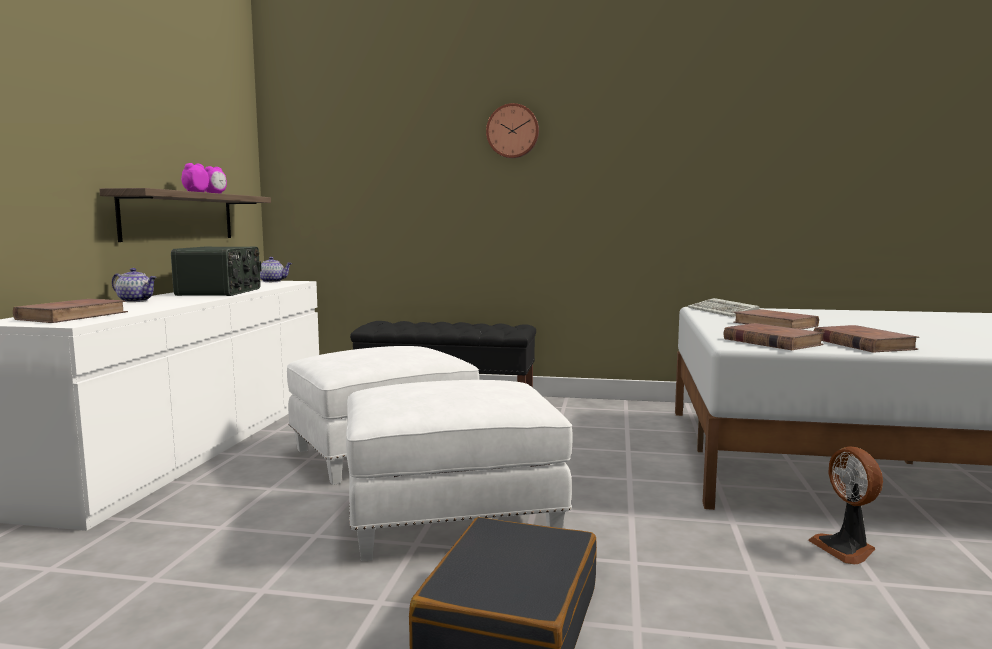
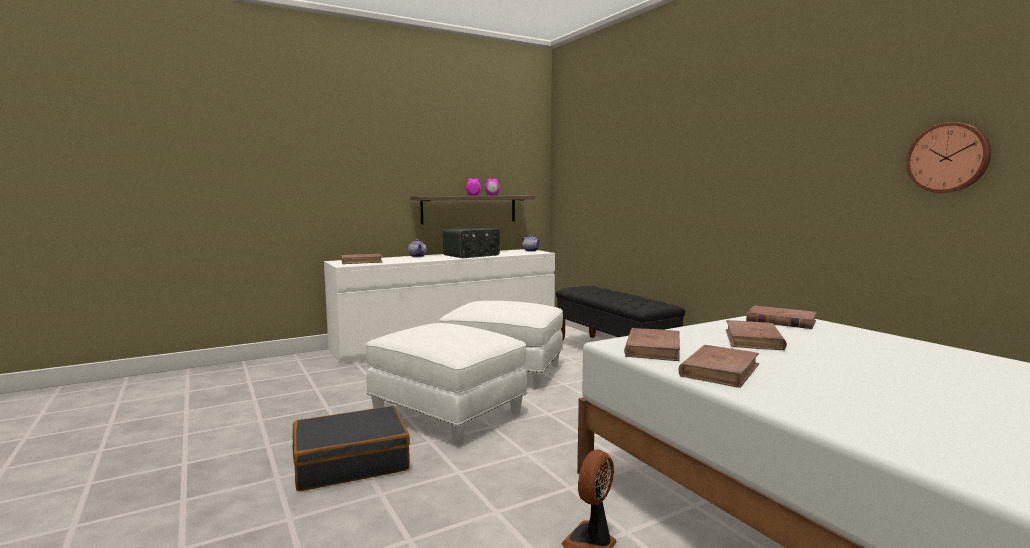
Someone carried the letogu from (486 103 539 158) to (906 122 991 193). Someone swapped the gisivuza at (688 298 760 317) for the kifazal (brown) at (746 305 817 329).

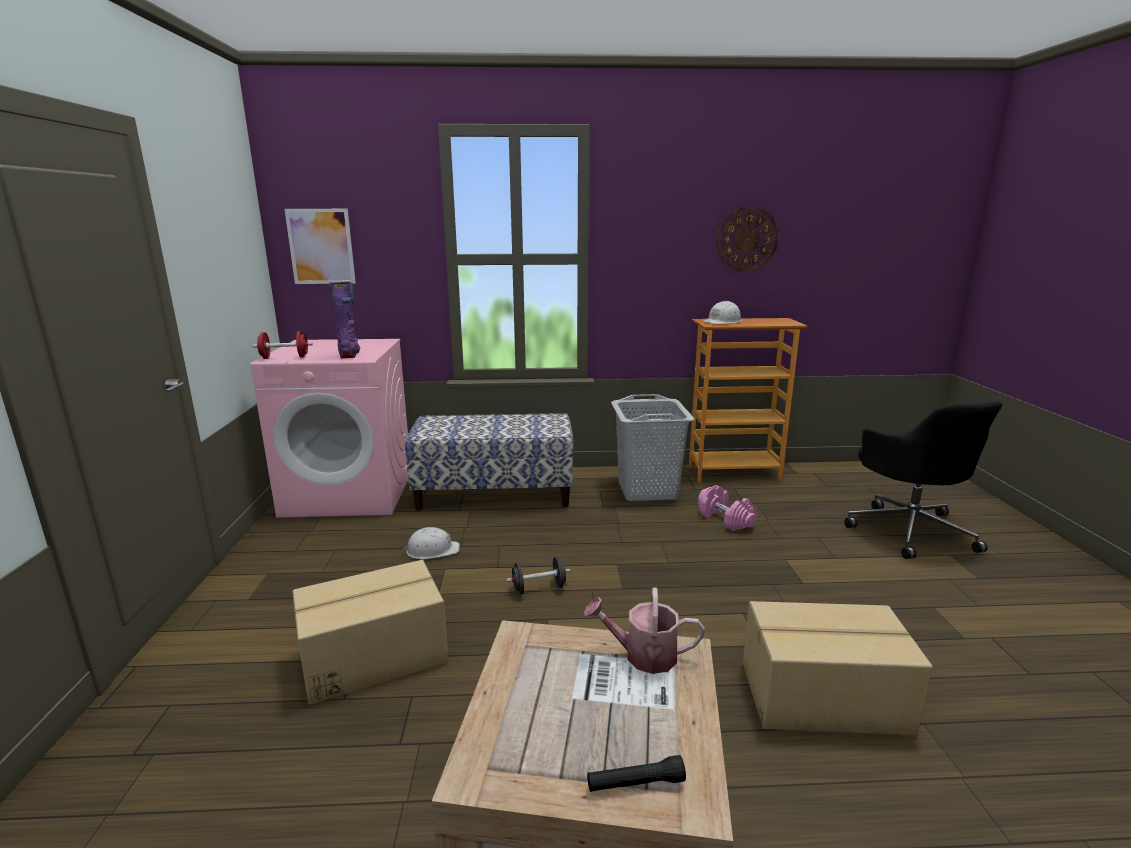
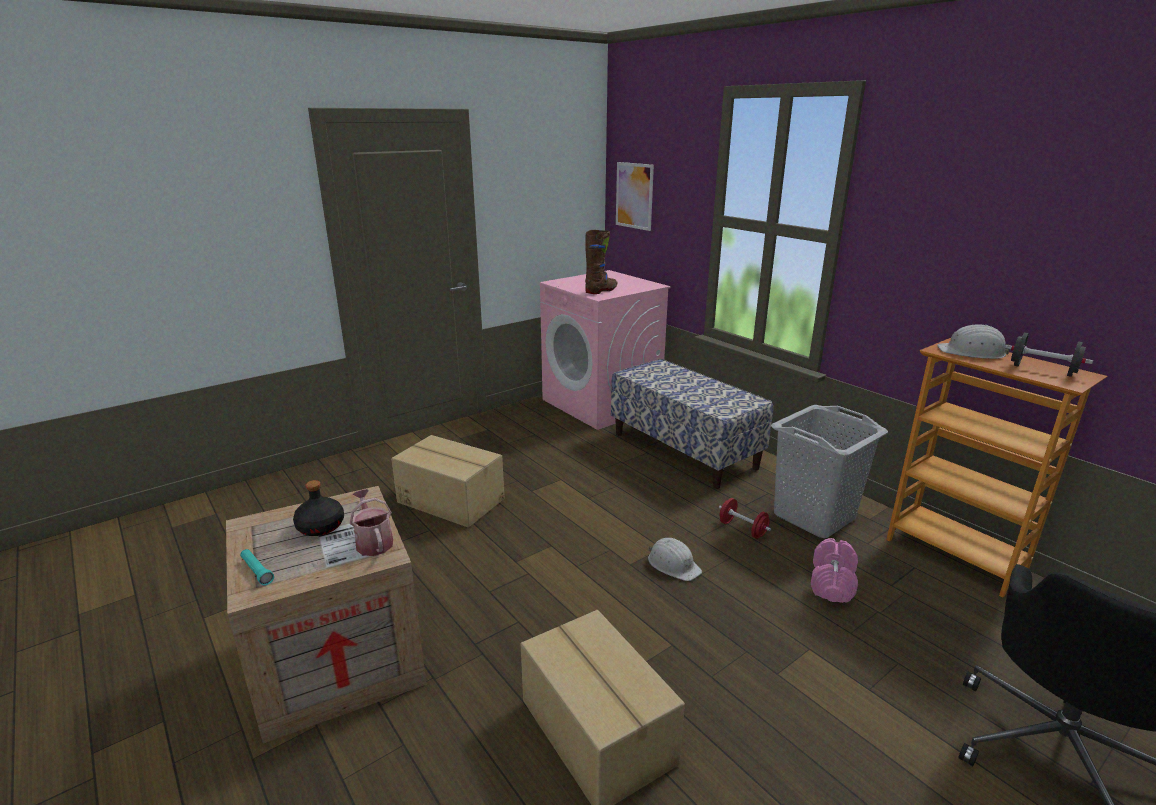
Someone carried the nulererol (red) from (253 331 313 359) to (719 498 771 539). Someone repainted the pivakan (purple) at (328 282 360 358), which became the pivakan (brown) at (585 230 617 294). Someone carried the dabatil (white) from (402 527 460 559) to (648 538 702 581). Someone carried the nulererol (black) from (506 557 571 595) to (1005 333 1093 377). Someone repainted the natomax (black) at (587 755 686 792), which became the natomax (turquoise) at (240 549 274 585). Someone took away the letogu at (717 207 779 271). Someone put down the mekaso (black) at (293 480 344 536).

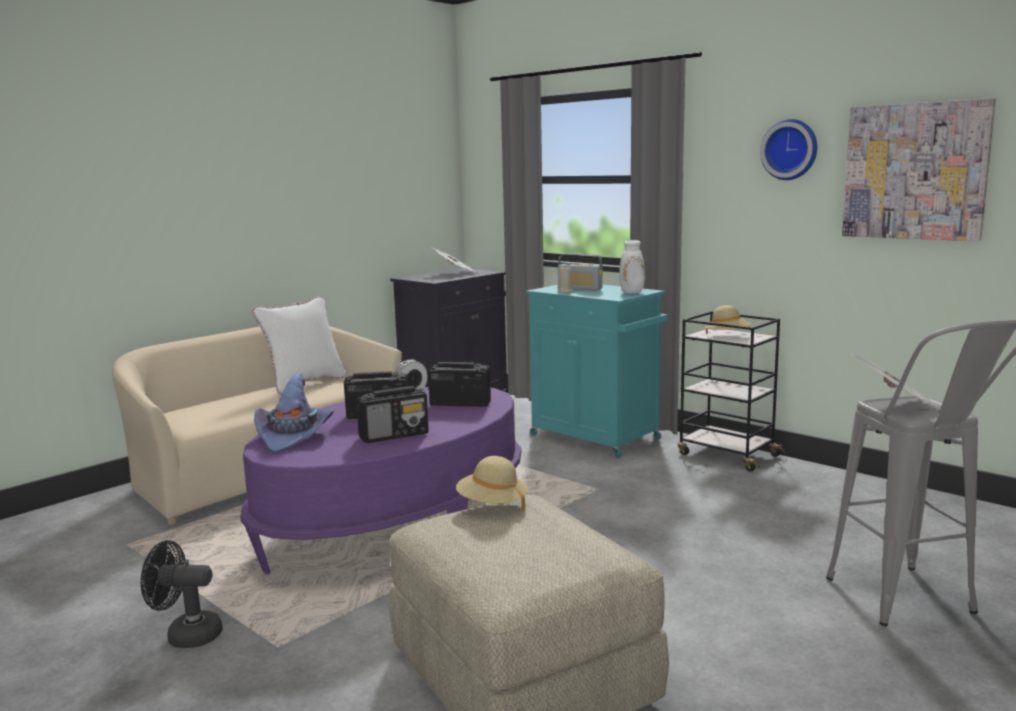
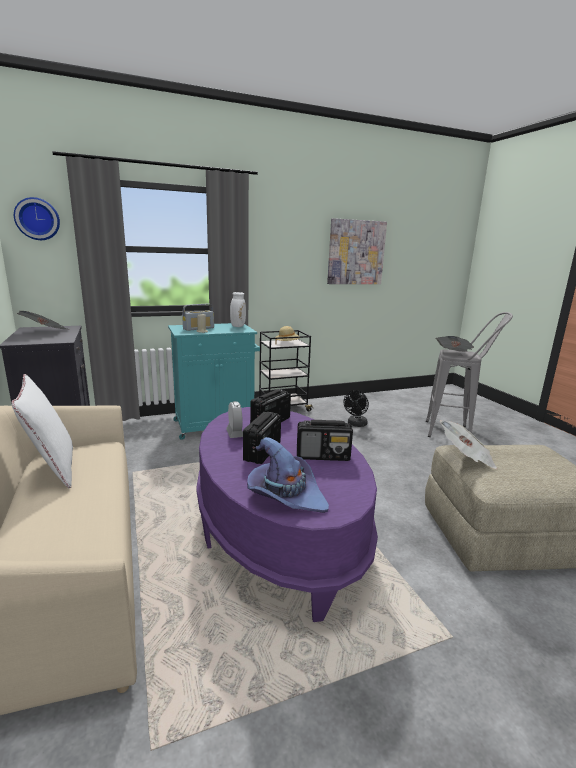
Someone carried the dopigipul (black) from (141 540 222 648) to (344 390 369 427). Someone rotated the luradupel at (356 386 429 443) by 90 degrees clockwise. Someone swapped the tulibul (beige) at (456 456 528 511) for the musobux at (440 420 497 469). Someone carried the letogu from (760 119 817 180) to (14 197 60 240).

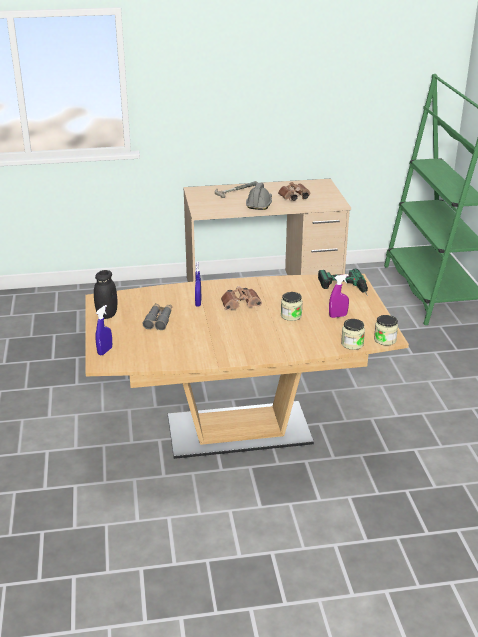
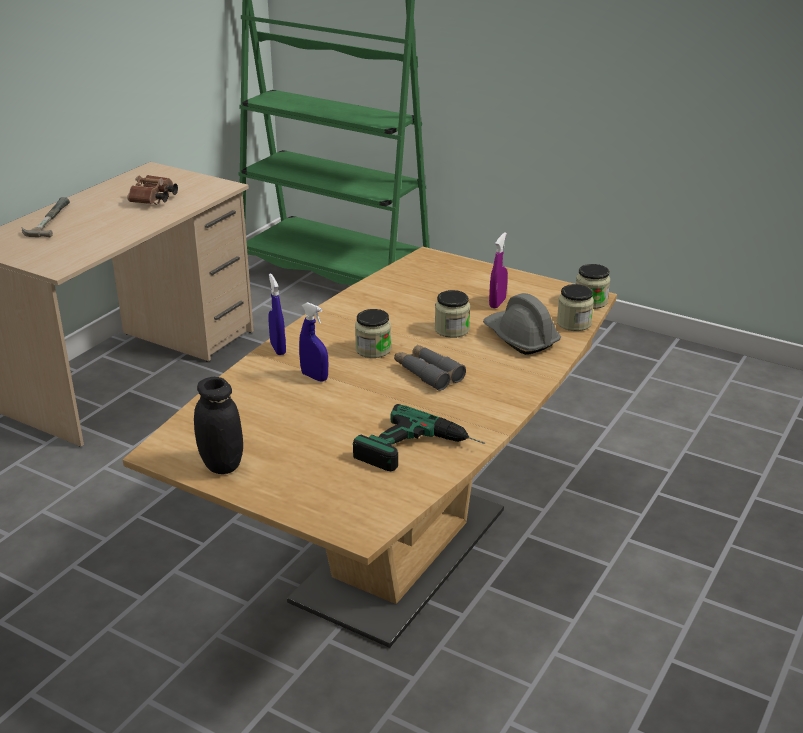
Someone carried the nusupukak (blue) from (96 305 112 355) to (268 273 286 355). Someone carried the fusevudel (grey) from (142 303 172 330) to (394 344 466 391). Someone swapped the fusevudel (brown) at (221 286 262 310) for the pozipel at (355 309 391 358). Someone carried the dabatil (grey) from (246 183 272 210) to (483 293 561 355). Someone carried the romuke from (318 269 368 296) to (353 404 485 471).

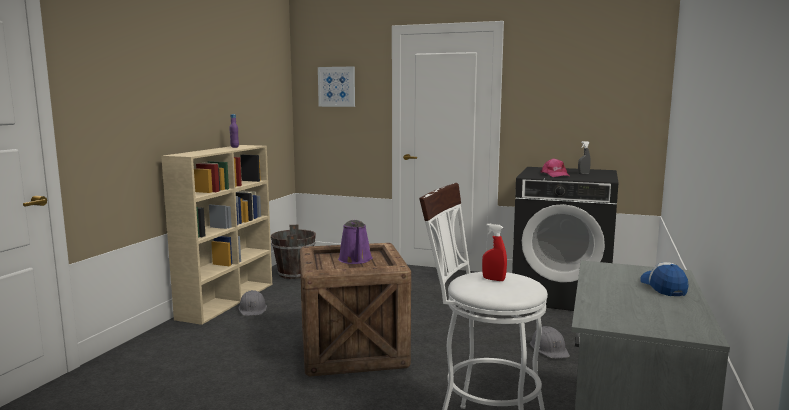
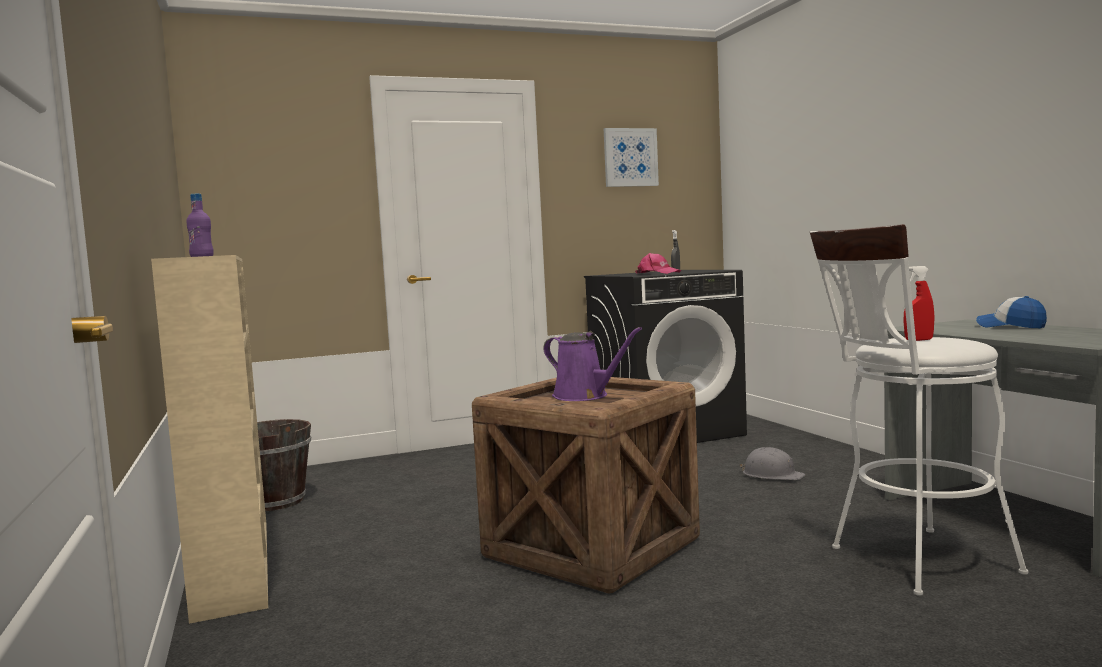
Someone took away the dabatil (grey) at (238 290 267 316). Someone carried the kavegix from (318 67 355 107) to (604 128 659 187).

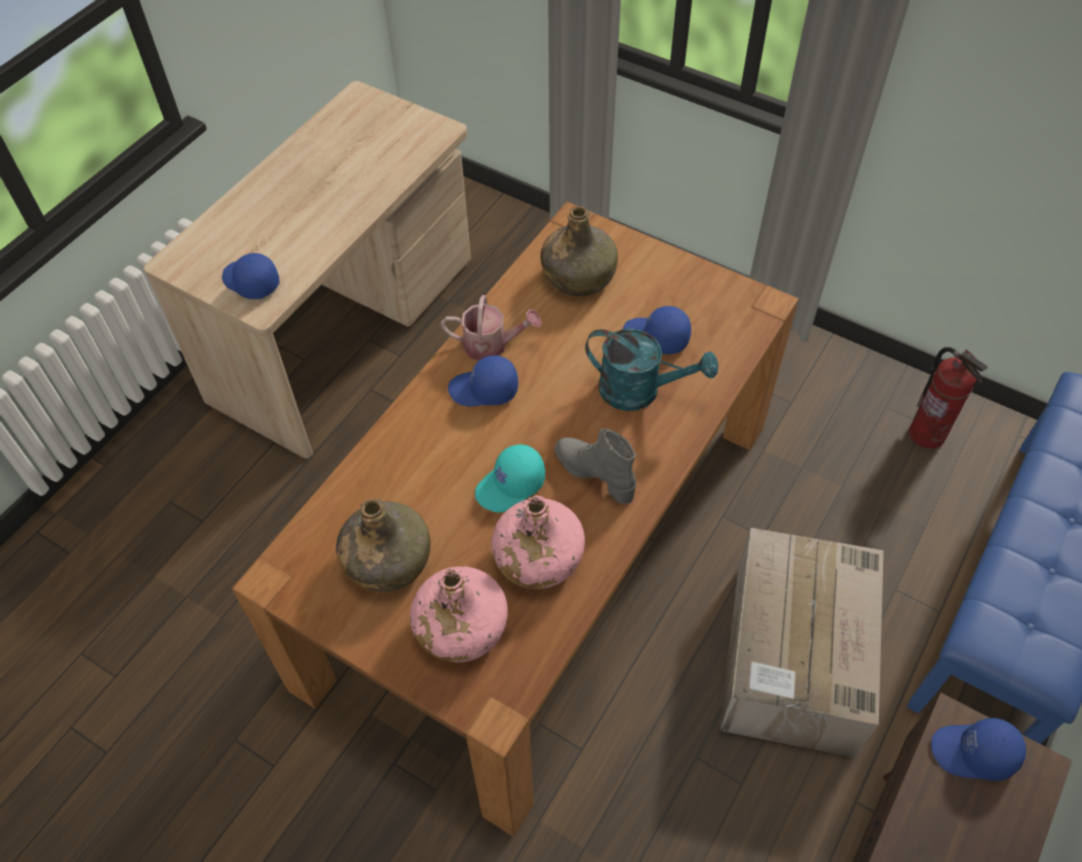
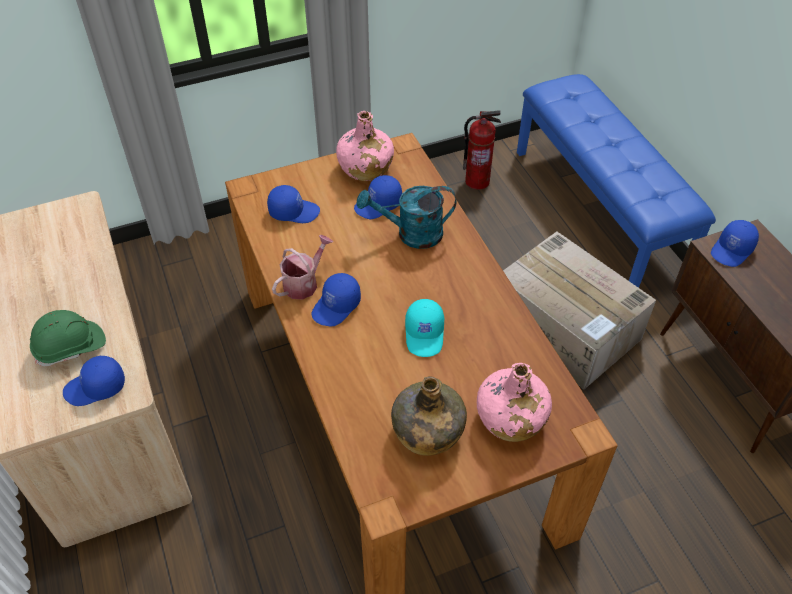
Someone carried the mekaso (pink) from (491 495 585 589) to (336 111 394 181). Someone swapped the mekaso (green) at (541 206 618 296) for the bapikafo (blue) at (267 185 320 223). Someone took away the pivakan (grey) at (555 428 636 505). Someone rotated the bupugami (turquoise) at (585 329 718 411) by 150 degrees counterclockwise. Someone put down the dabatil (green) at (30 310 106 366).

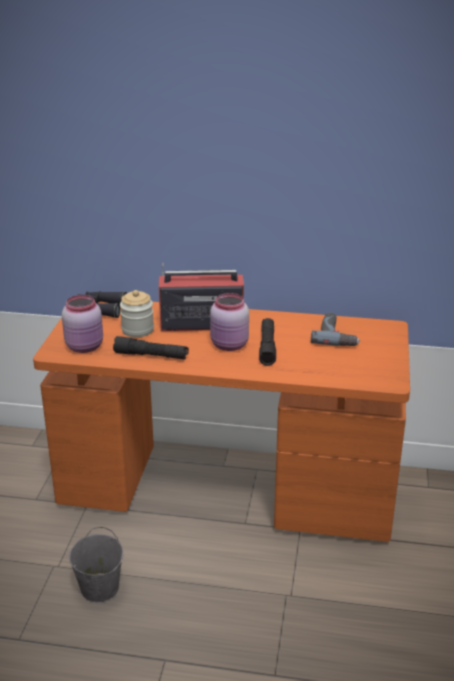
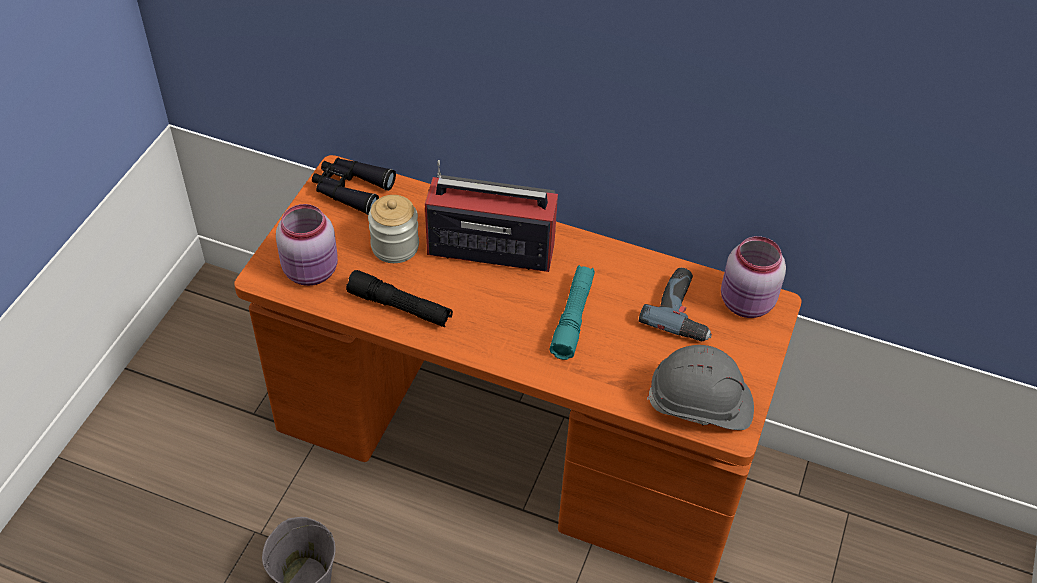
Someone carried the pozipel (pink) from (210 293 249 351) to (721 236 786 318). Someone repainted the natomax (black) at (259 318 276 366), which became the natomax (turquoise) at (550 265 595 360). Someone put down the dabatil (grey) at (647 345 754 430).

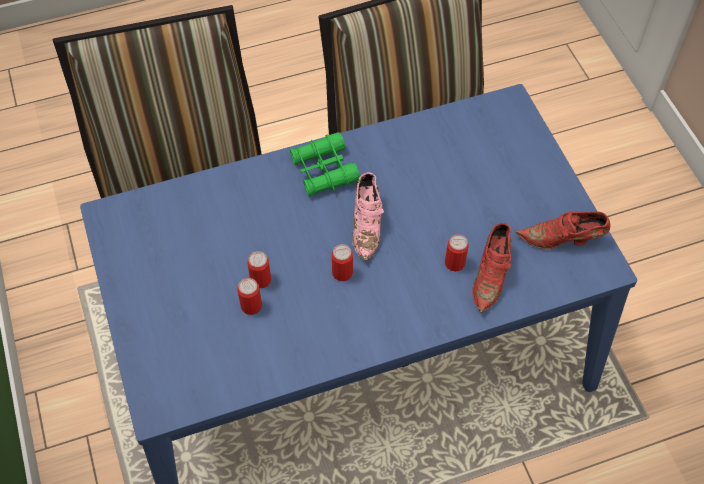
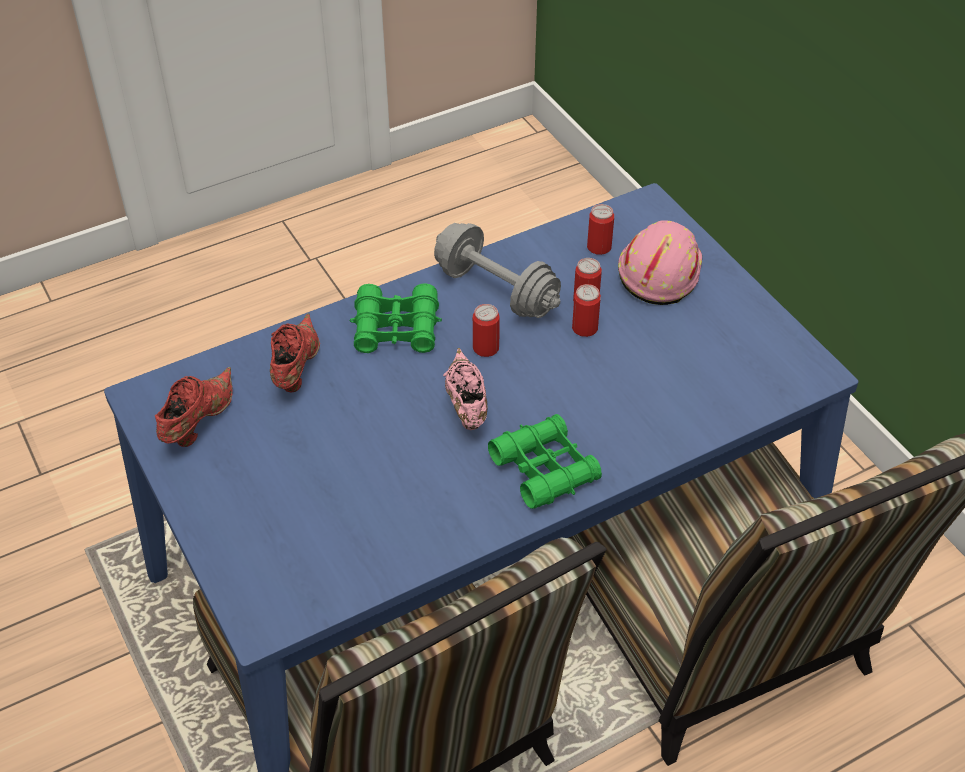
Someone carried the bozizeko from (445 234 469 271) to (587 204 614 255). Someone rotated the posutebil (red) at (515 211 611 249) by 60 degrees counterclockwise. Someone put down the fusevudel (green) at (350 283 442 353). Someone put down the nulererol (grey) at (434 223 561 318). Someone put down the dabatil (pink) at (618 220 702 305).

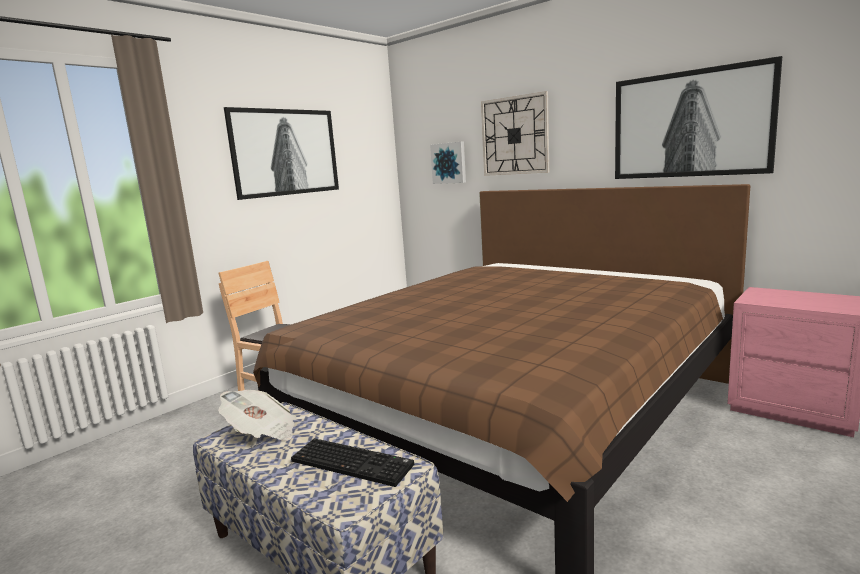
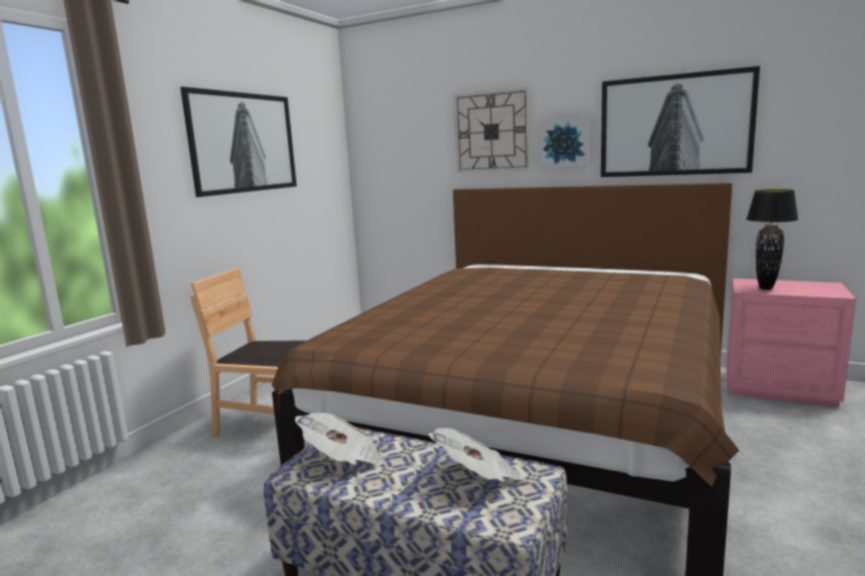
Someone swapped the gisivuza at (291 438 414 487) for the musobux at (428 428 526 482). Someone carried the kavegix from (430 141 466 184) to (540 116 590 168). Someone put down the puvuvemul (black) at (746 189 798 290).

